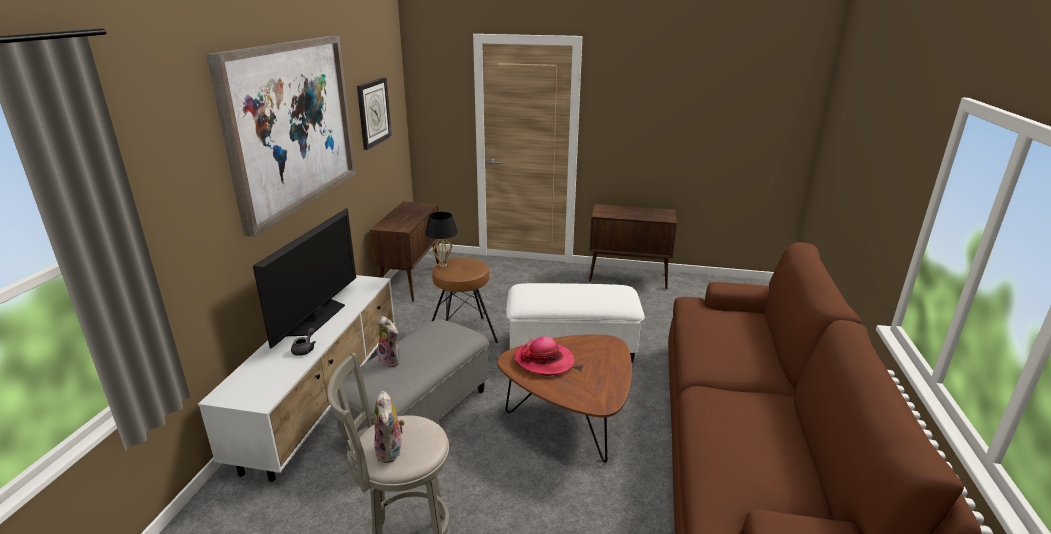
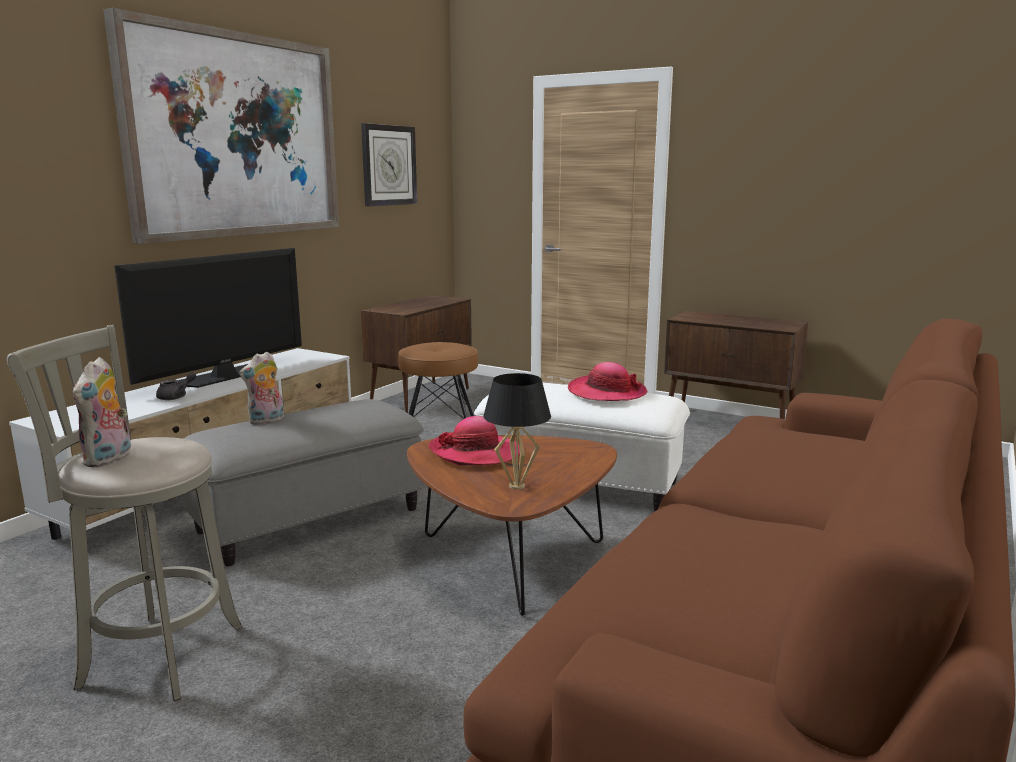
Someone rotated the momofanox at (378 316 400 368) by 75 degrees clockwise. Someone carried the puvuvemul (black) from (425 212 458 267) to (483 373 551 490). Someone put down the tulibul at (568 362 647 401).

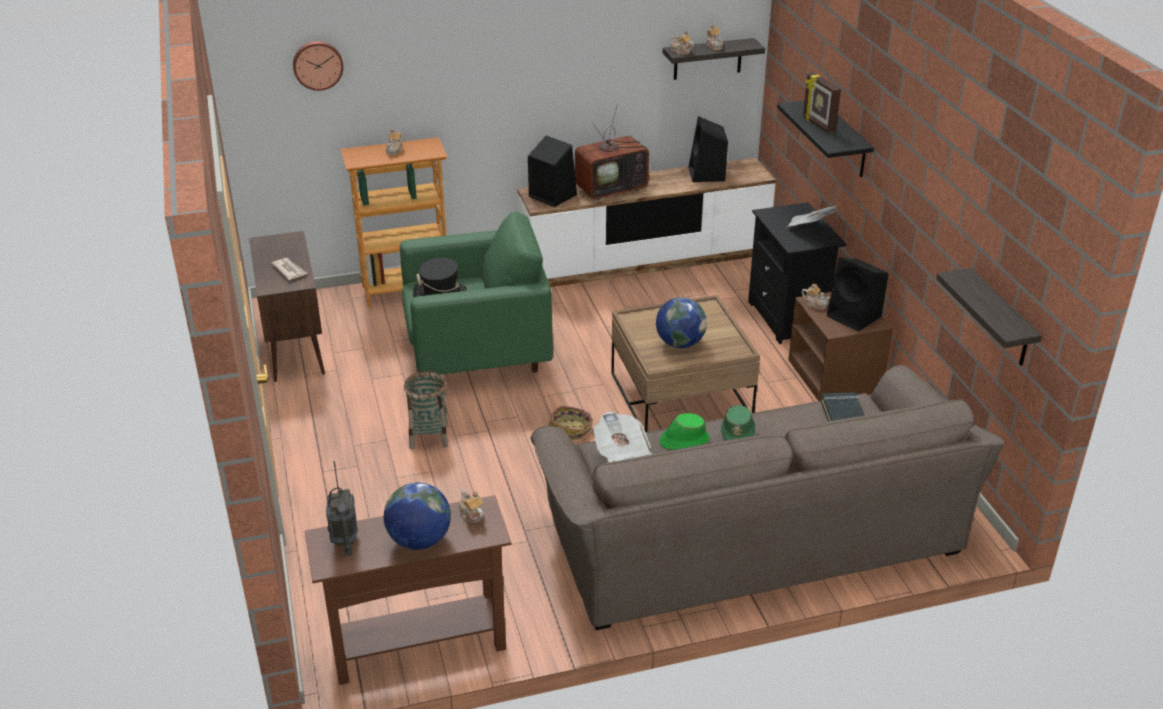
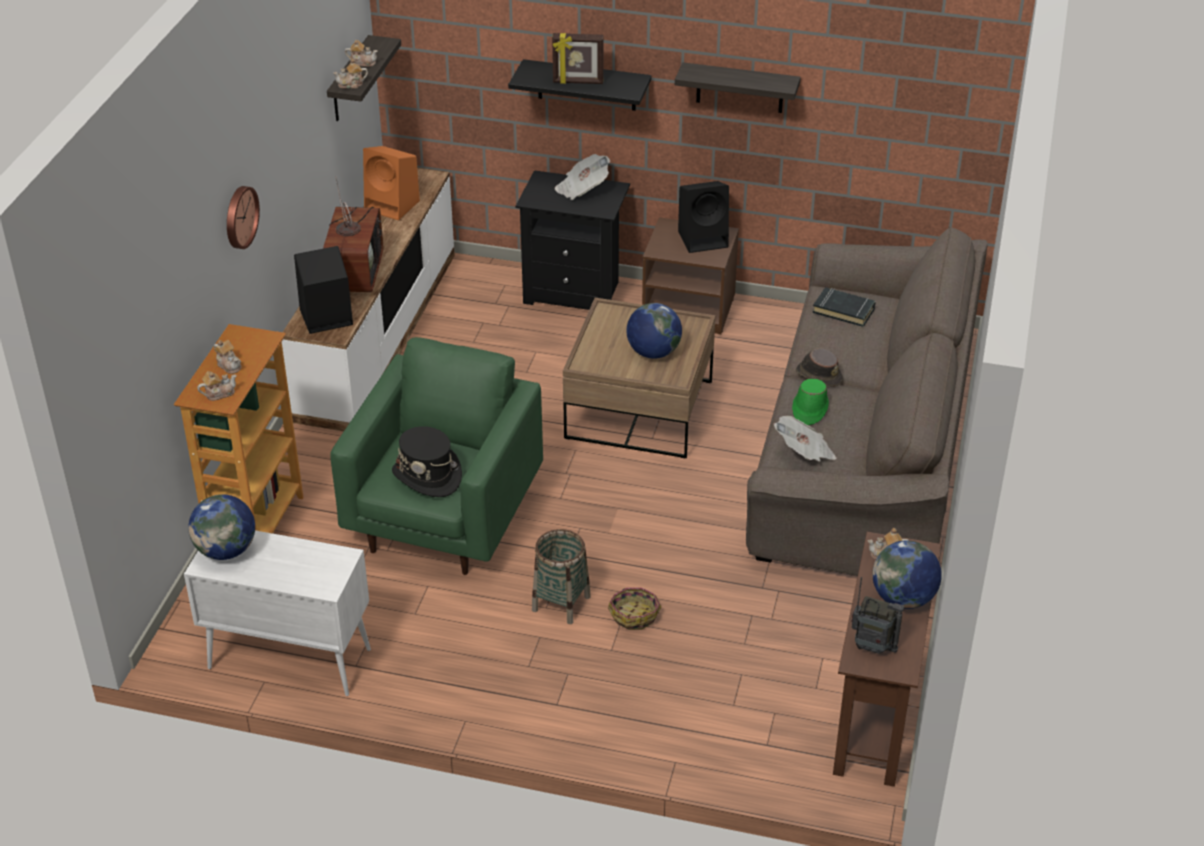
Someone repainted the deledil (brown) at (249 231 325 382), which became the deledil (white) at (184 530 371 696). Someone took away the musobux at (271 258 307 280). Someone carried the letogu from (293 41 344 91) to (227 186 260 249). Someone carried the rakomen from (548 406 593 440) to (608 588 661 630). Someone repainted the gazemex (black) at (689 116 728 182), which became the gazemex (orange) at (363 146 420 220). Someone repainted the tulibul (green) at (721 405 756 441), which became the tulibul (brown) at (796 348 843 387). Someone carried the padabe from (802 284 830 310) to (197 371 237 401). Someone carried the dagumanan from (936 268 1042 366) to (675 62 801 113). Someone put down the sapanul at (188 494 255 560).

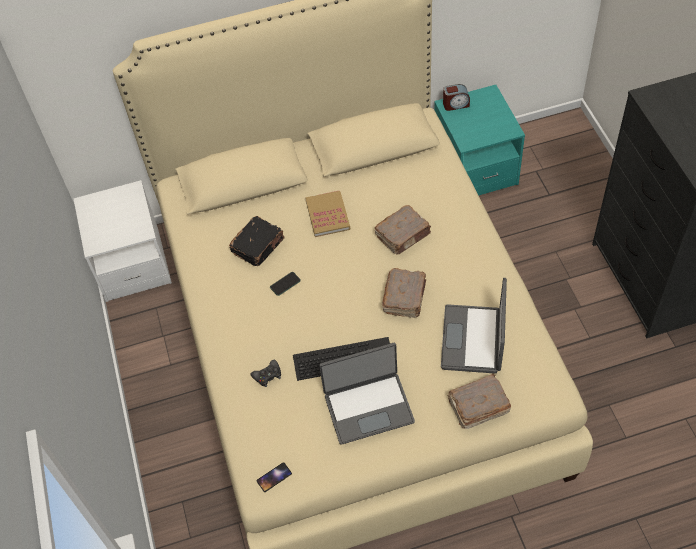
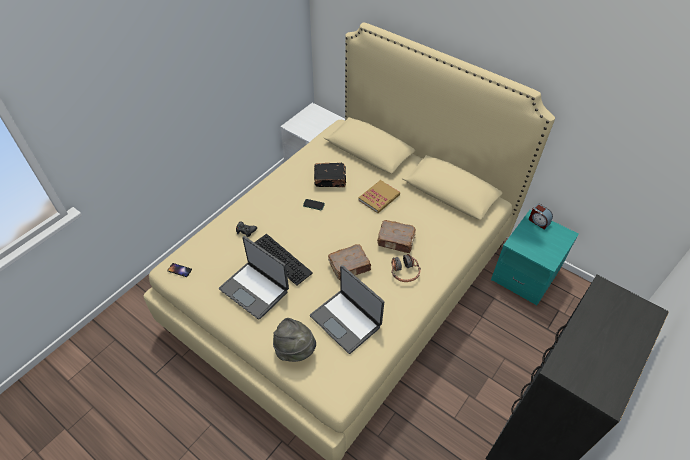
Someone rotated the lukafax at (441 278 507 374) by 105 degrees counterclockwise. Someone swapped the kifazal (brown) at (447 373 511 429) for the tulibul (grey) at (273 318 316 362). Someone put down the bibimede at (391 254 421 282).

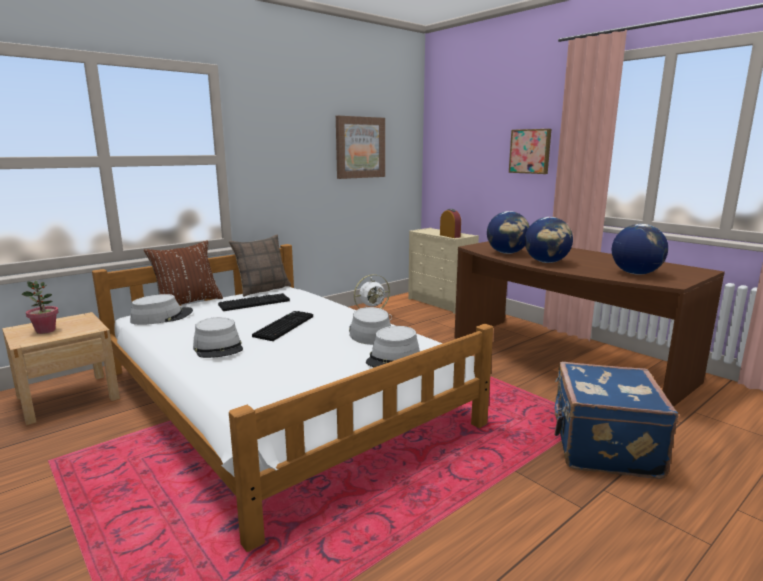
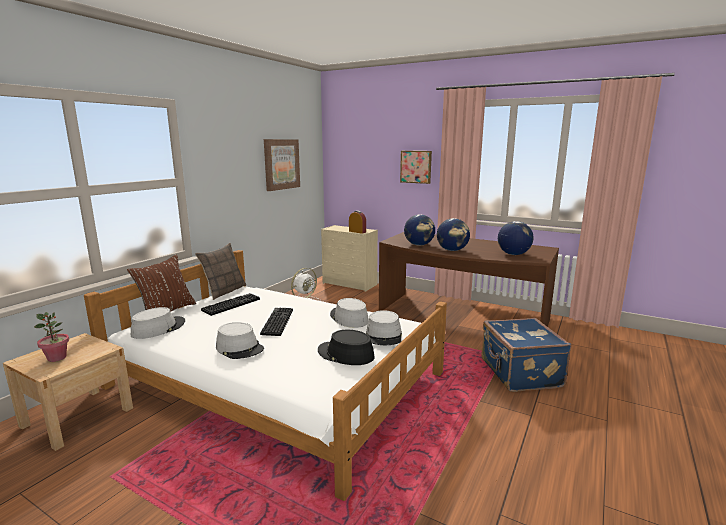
Someone put down the tulibul (black) at (318 330 375 365).

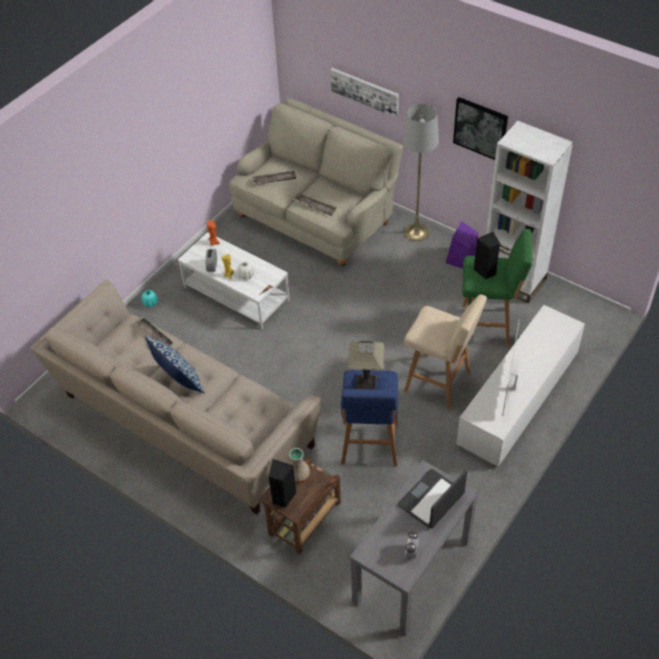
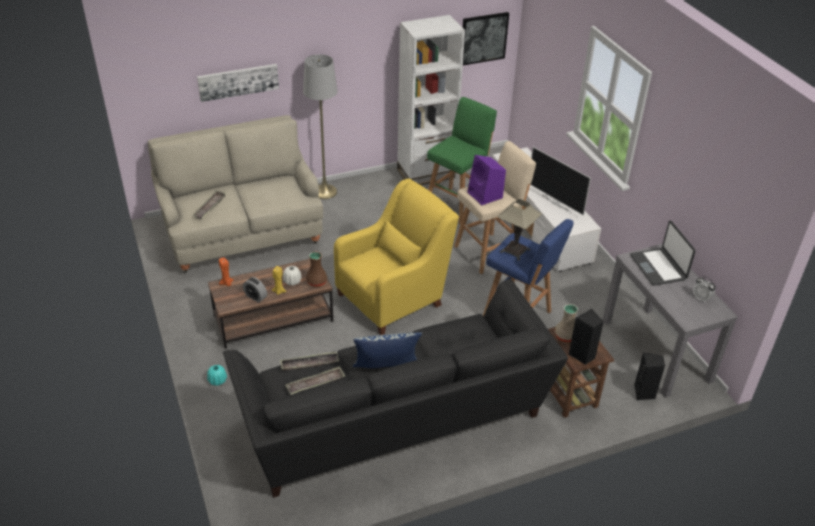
Someone repainted the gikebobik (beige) at (30 280 322 515), which became the gikebobik (black) at (223 279 568 498). Someone repainted the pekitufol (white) at (178 232 290 329), which became the pekitufol (brown) at (208 259 333 349). Someone carried the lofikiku from (293 193 337 216) to (286 366 345 395). Someone carried the gazemex (purple) from (446 221 478 269) to (467 155 506 205). Someone carried the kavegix from (453 97 508 160) to (463 12 509 65). Someone carried the gazemex (black) from (473 232 500 279) to (634 352 665 401). Someone put down the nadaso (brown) at (306 252 327 287). Someone put down the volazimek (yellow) at (334 178 459 335).

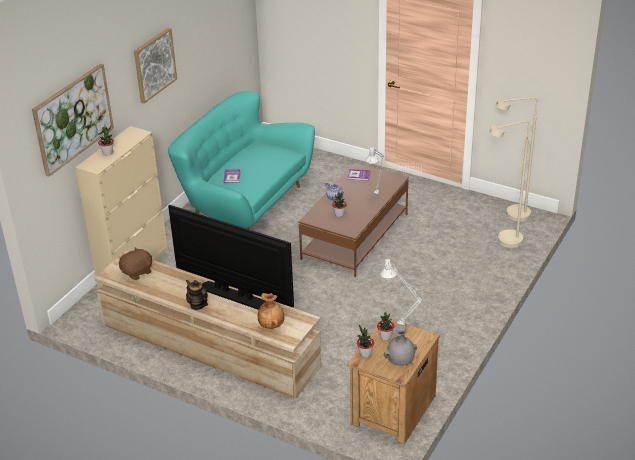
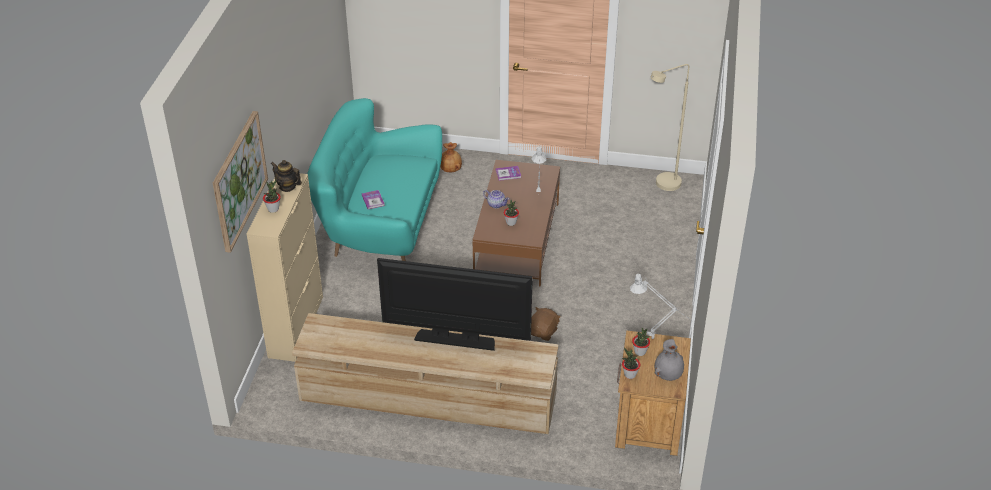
Someone carried the momofanox (brown) from (119 247 152 280) to (531 307 561 341). Someone took away the kavegix at (134 28 177 104). Someone carried the padabe from (186 280 208 310) to (270 160 302 192). Someone carried the nadaso (brown) from (258 293 284 329) to (440 142 462 172). Someone took away the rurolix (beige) at (489 121 529 248).

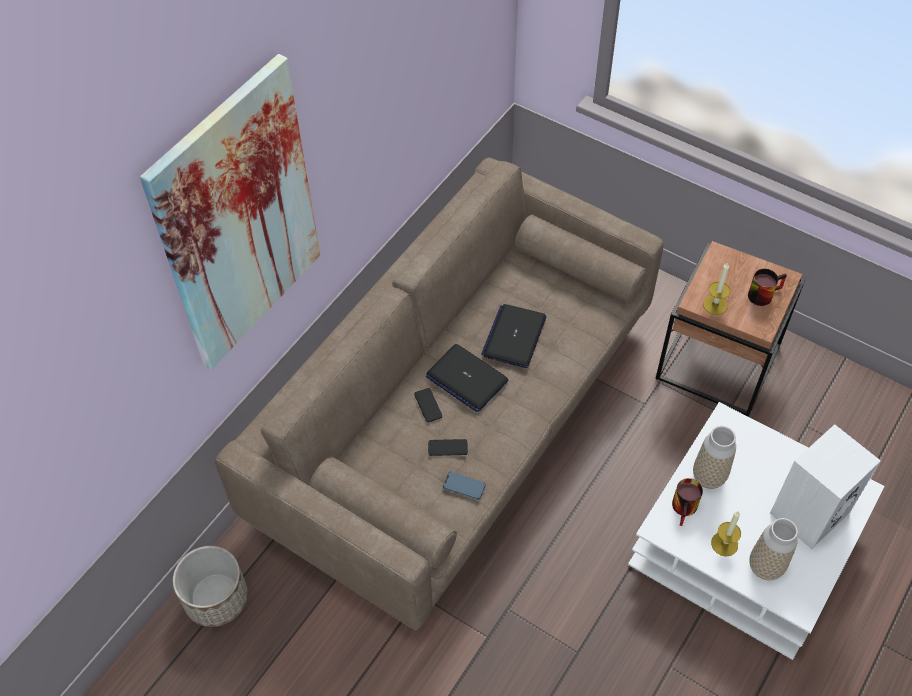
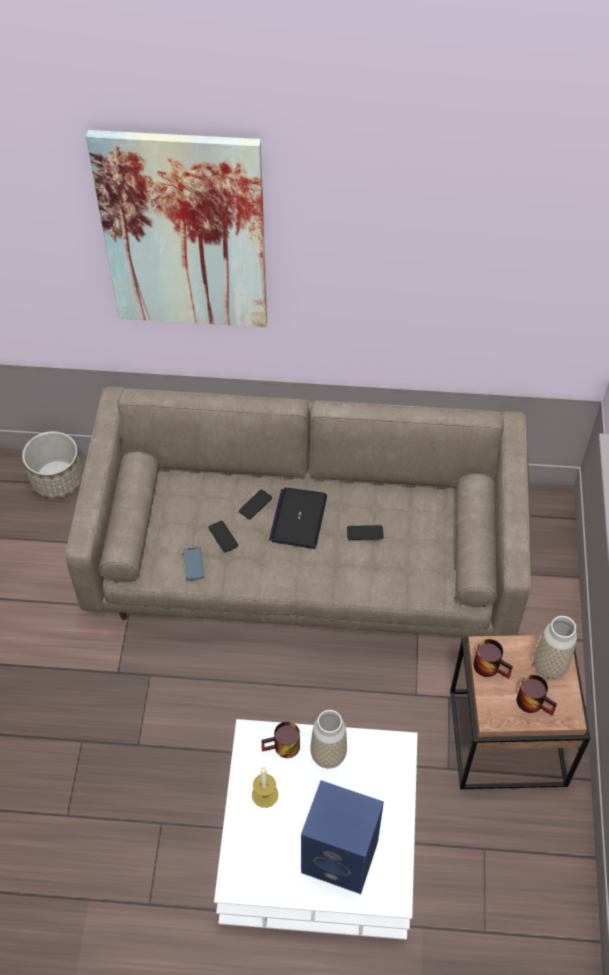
Someone swapped the lukafax at (481 304 546 368) for the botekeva at (347 525 383 540). Someone swapped the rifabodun at (703 262 730 315) for the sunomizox at (473 639 513 679). Someone carried the nadaso from (749 518 798 580) to (533 616 577 678). Someone repainted the gazemex (white) at (770 424 881 549), which became the gazemex (blue) at (301 780 384 894).

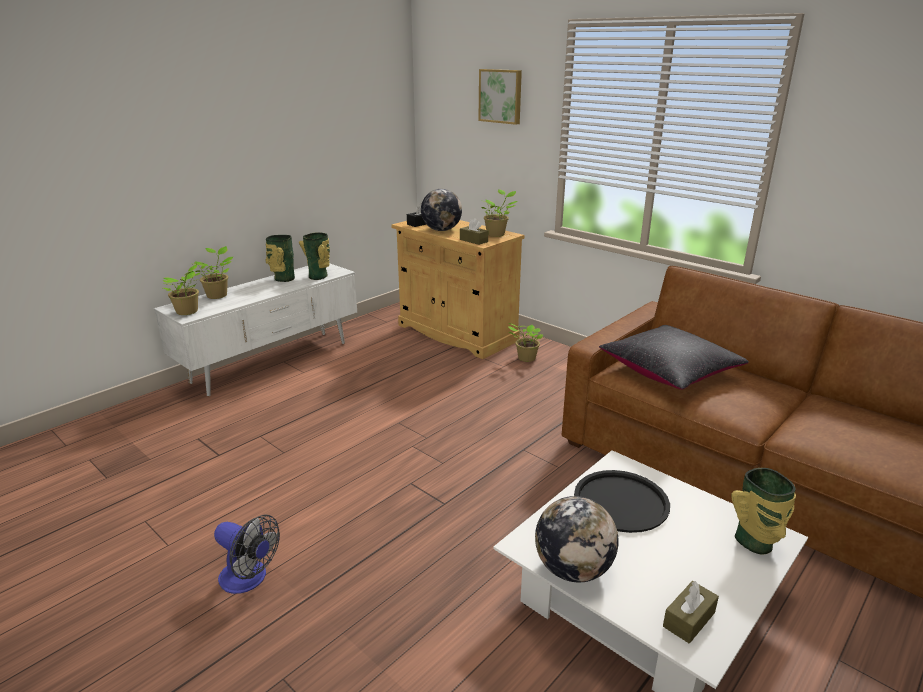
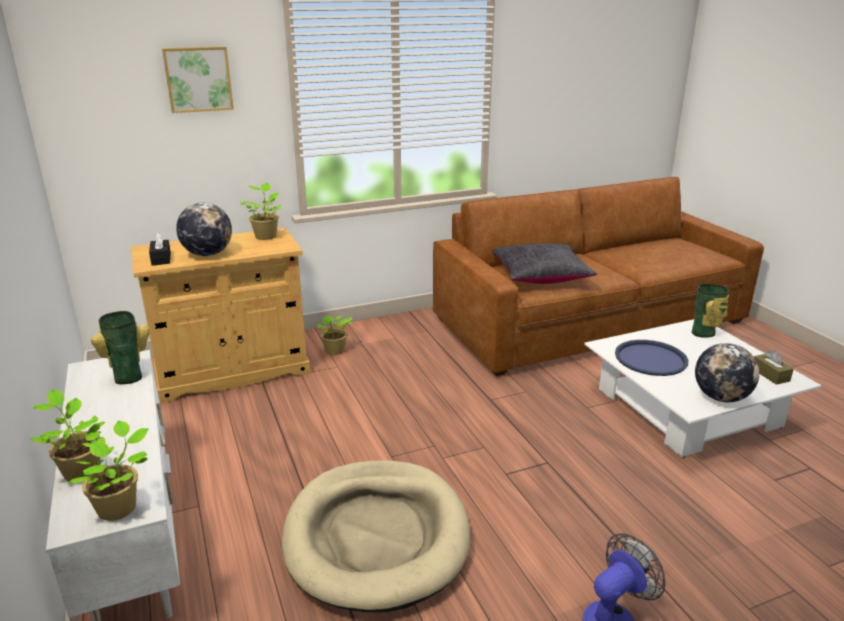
Someone took away the nadaso at (265 235 295 282). Someone took away the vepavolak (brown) at (460 218 488 245). Someone repainted the lofikiku (black) at (574 470 670 533), which became the lofikiku (blue) at (615 340 688 376). Someone put down the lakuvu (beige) at (282 460 470 613).

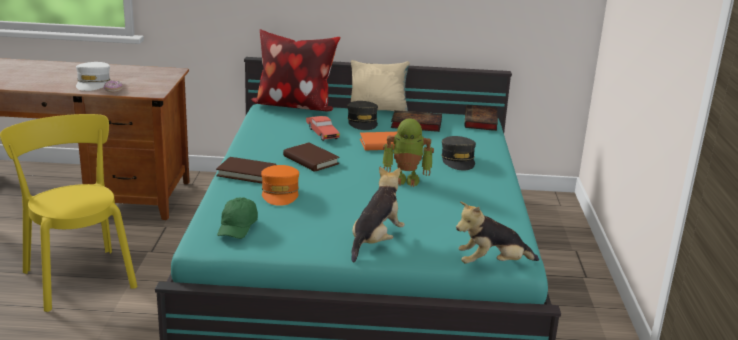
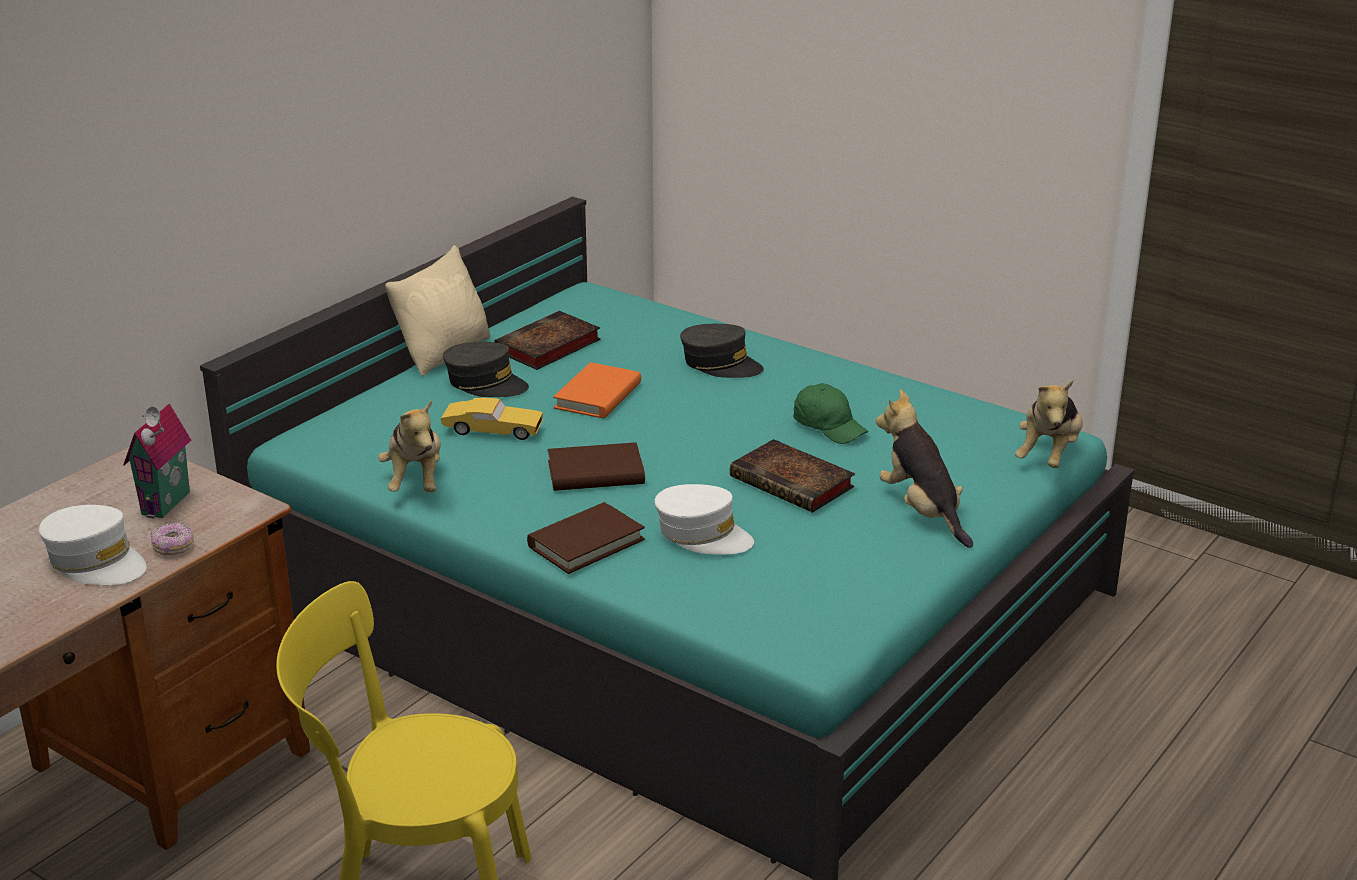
Someone carried the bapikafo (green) from (217 198 258 239) to (793 383 868 444). Someone took away the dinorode at (251 29 340 111). Someone repainted the bapikafo (orange) at (261 165 299 206), which became the bapikafo (white) at (655 484 754 554). Someone repainted the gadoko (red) at (306 116 340 141), which became the gadoko (yellow) at (440 398 543 440). Someone took away the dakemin at (383 118 434 187). Someone carried the kifazal from (464 105 498 131) to (730 439 855 513). Someone put down the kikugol at (123 404 191 519). Someone put down the momofanox at (378 400 441 492).

